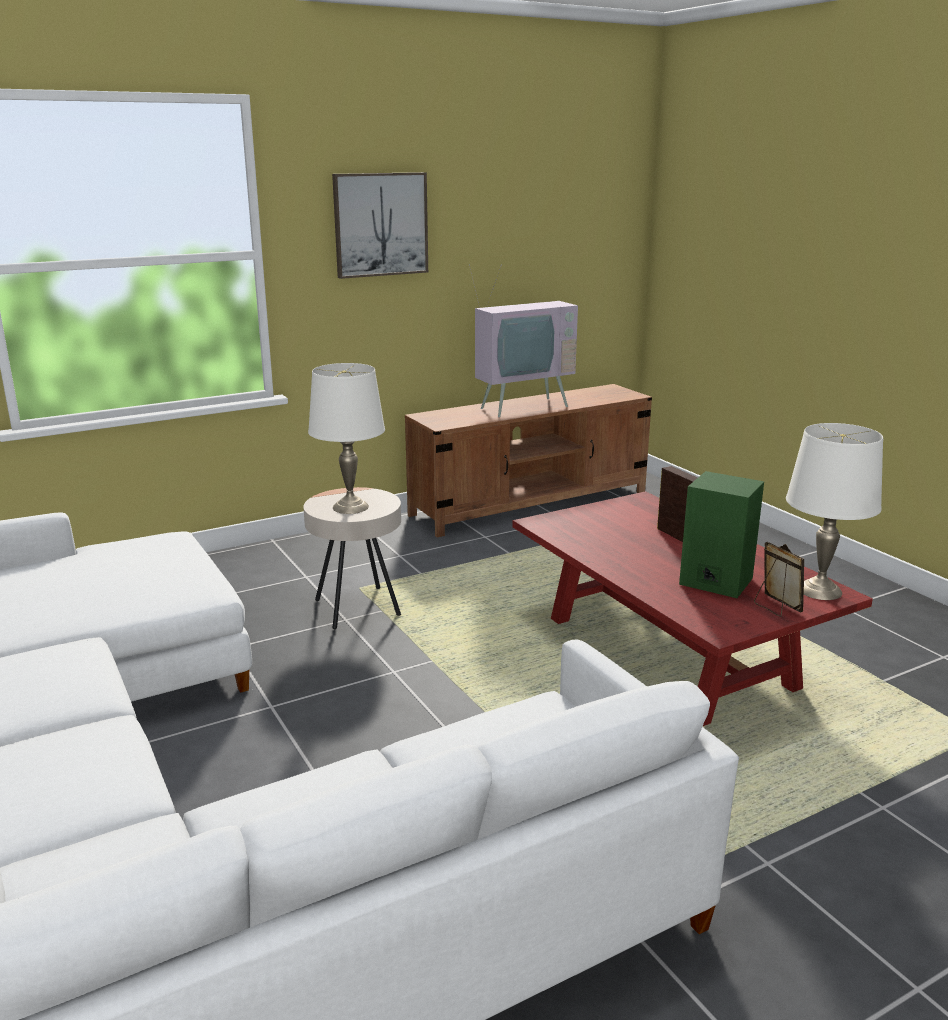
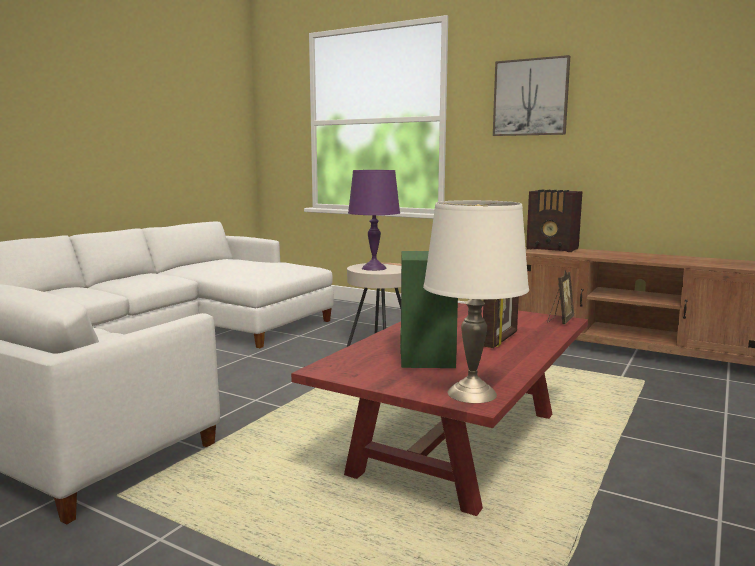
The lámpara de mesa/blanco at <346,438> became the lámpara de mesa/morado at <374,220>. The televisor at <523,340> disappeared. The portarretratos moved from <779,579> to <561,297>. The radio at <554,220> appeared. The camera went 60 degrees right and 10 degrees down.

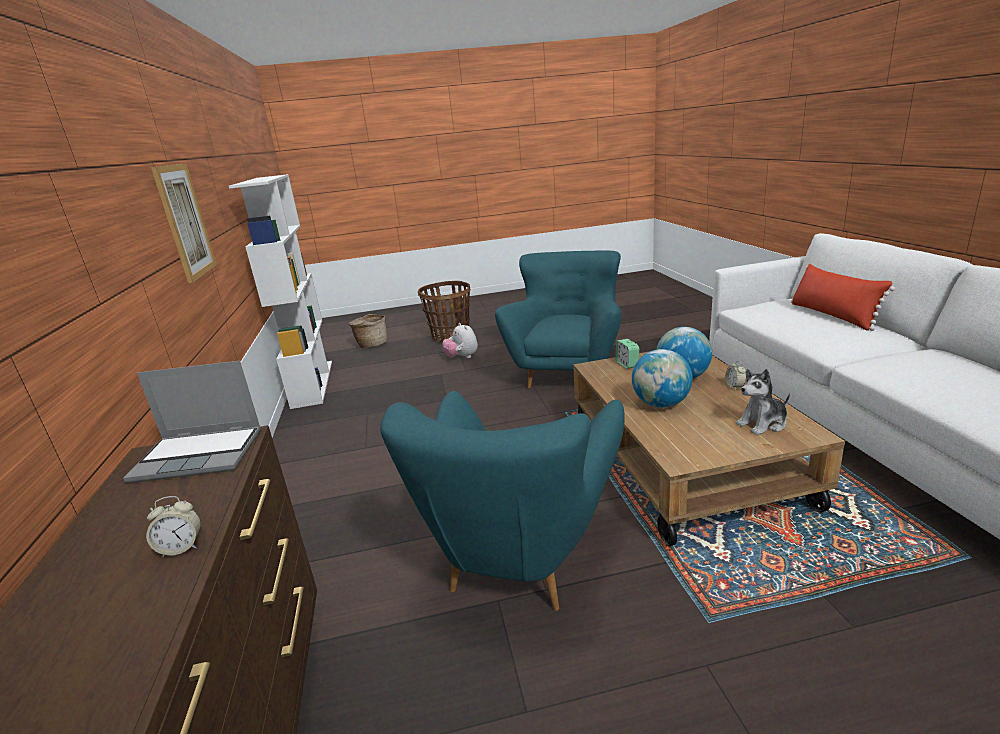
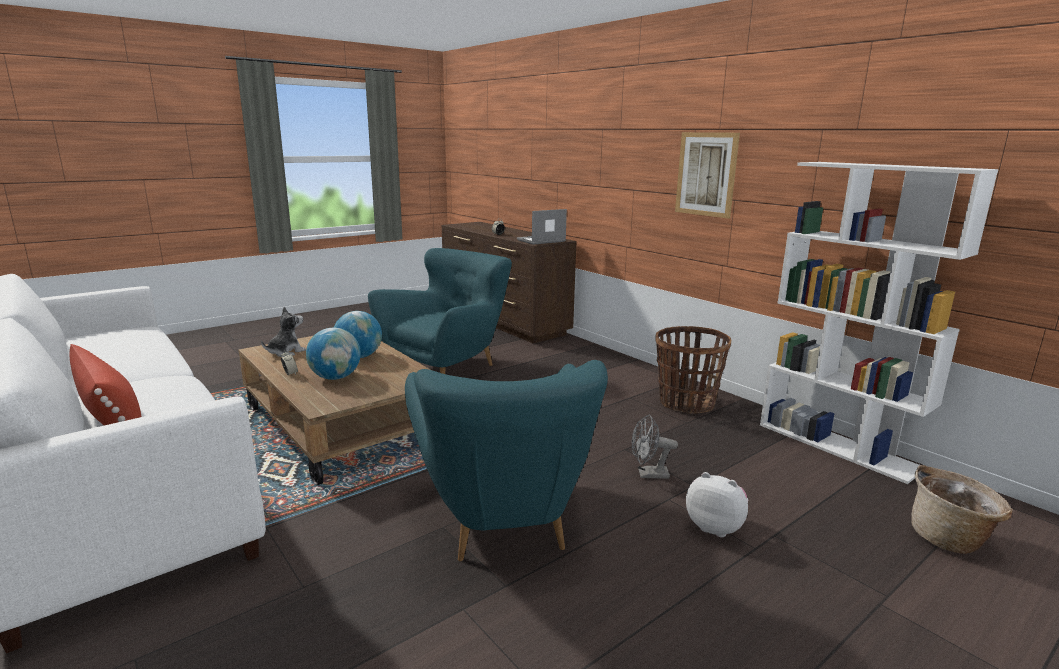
The sillón/turquesa at <502,501> turned 45 degrees clockwise. The cesta moved from <444,312> to <693,370>. The despertador at <627,354> disappeared. The ventilador/gris at <655,447> appeared. The camera went 150 degrees right and 5 degrees down.

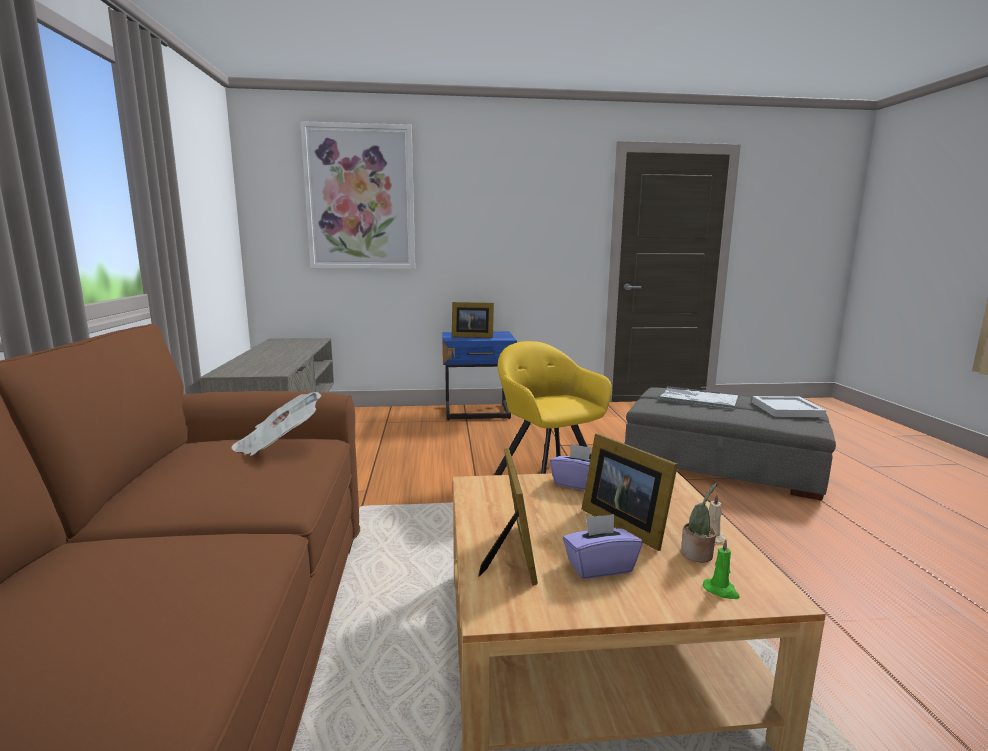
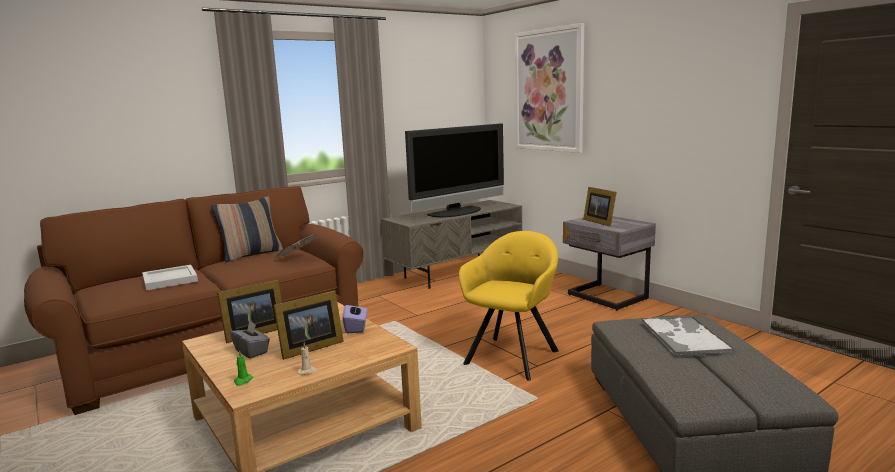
The mesita de noche/azul at <479,376> became the mesita de noche/gris at <609,263>. The caja de pañuelos/morado at <602,546> became the caja de pañuelos/gris at <250,340>. The portarretratos at <630,492> turned 150 degrees counterclockwise. The planta en maceta at <699,523> disappeared. The bandeja/blanco moved from <789,406> to <170,277>. The cojín at <247,229> appeared. The televisor at <454,170> appeared. The camera went 60 degrees right and 0 degrees up.

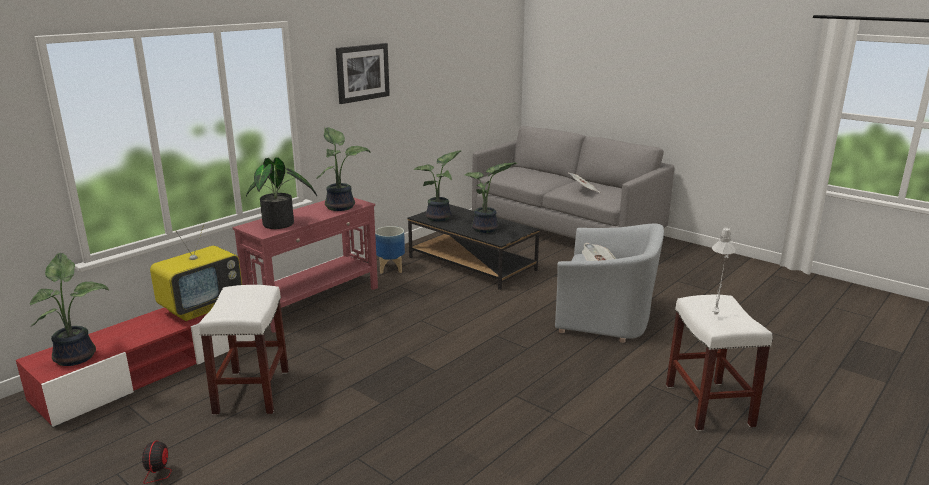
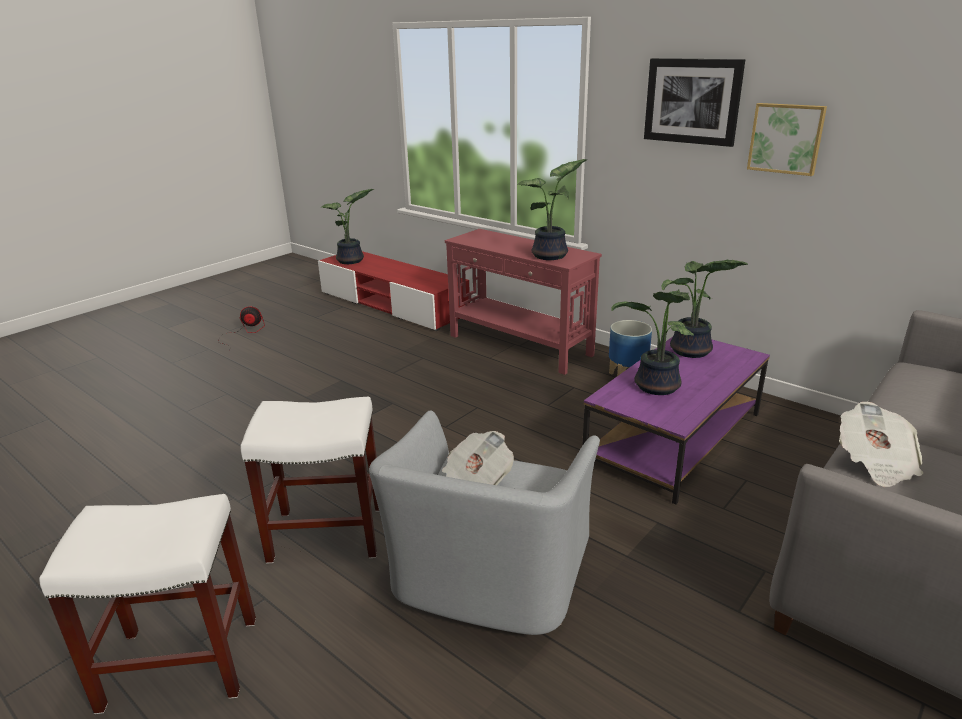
The televisor at <196,272> disappeared. The taburete/blanco moved from <244,350> to <310,480>. The planta en maceta at <281,193> disappeared. The mesa de centro/negro at <474,247> became the mesa de centro/morado at <676,421>. The lámpara de mesa/gris at <723,271> disappeared. The cuadro at <787,139> appeared. The camera went 90 degrees right and 5 degrees up.

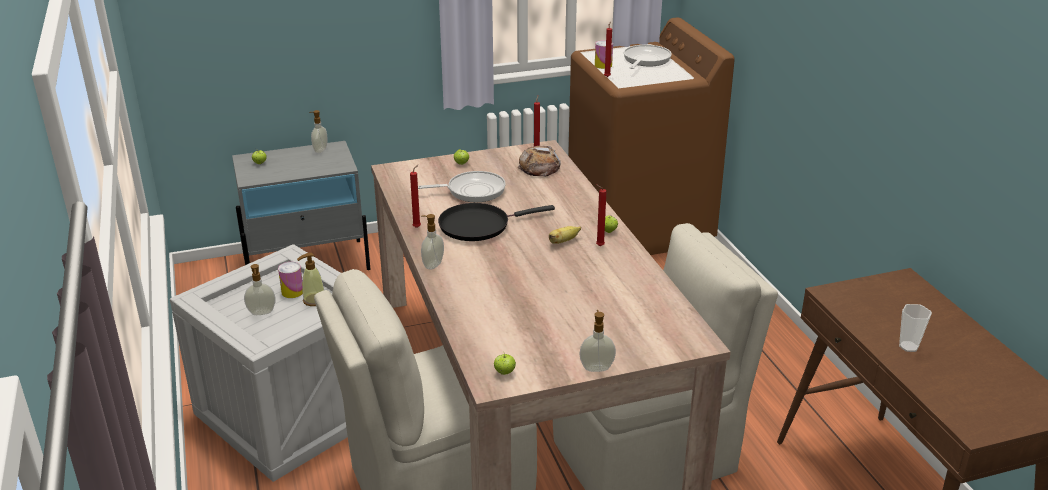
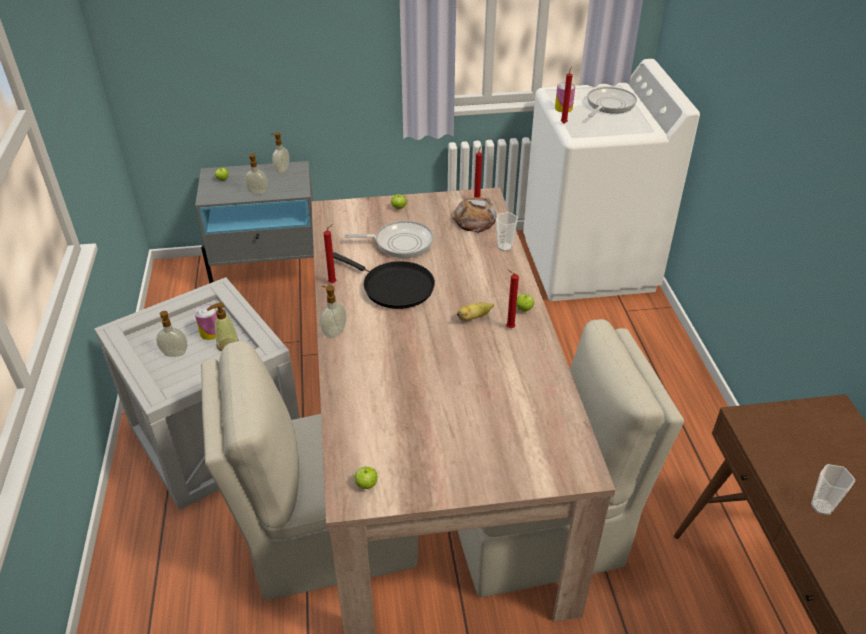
The sartén/negro at <496,222> turned 135 degrees counterclockwise. The lavadora/marrón at <651,136> became the lavadora/blanco at <611,180>. The dispensador de jabón moved from <597,341> to <256,173>. The taza at <507,231> appeared. The camera went 10 degrees right and 10 degrees up.

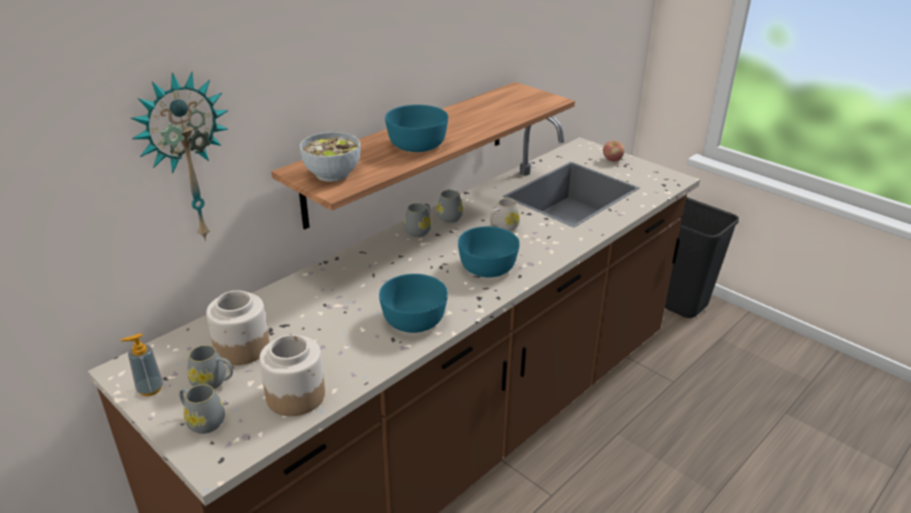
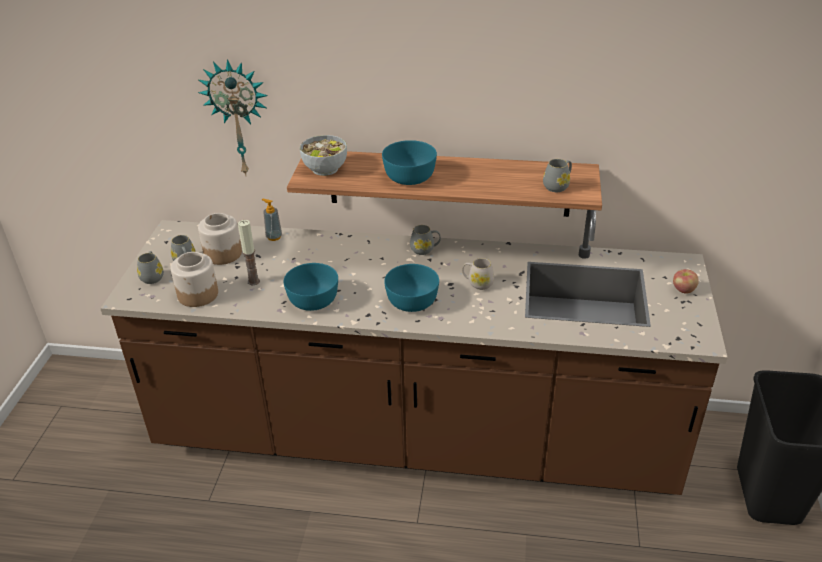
The dispensador de jabón moved from <142,364> to <271,220>. The taza grande/gris moved from <450,206> to <557,175>. The vela at <249,252> appeared. The camera went 55 degrees right and 5 degrees up.

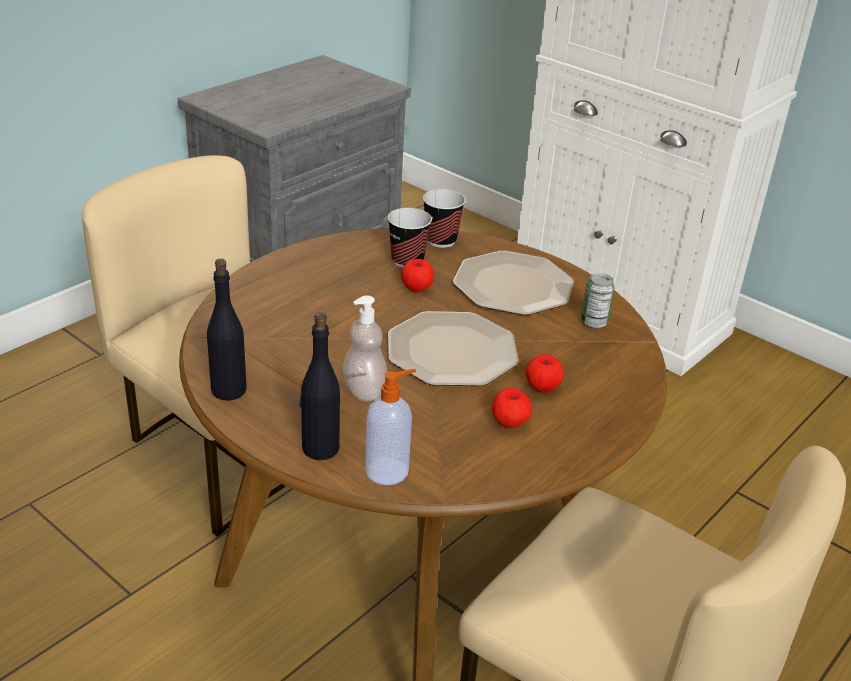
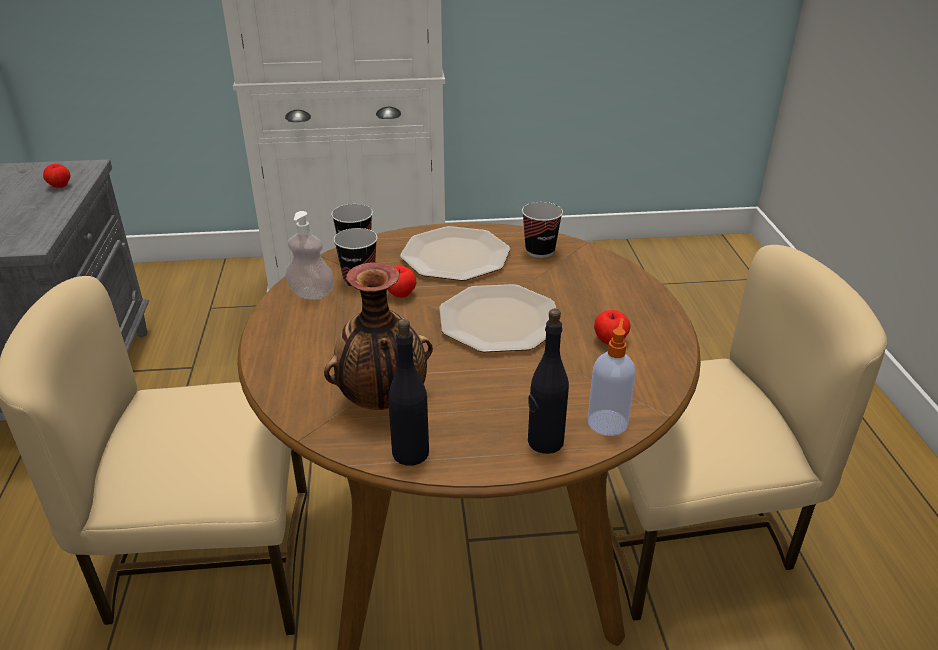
The dispensador de jabón moved from <365,348> to <309,255>. The manzana moved from <544,373> to <56,176>. The lata at <598,301> was replaced by the taza at <542,230>. The florero at <378,336> appeared. The camera went 45 degrees left and 0 degrees up.

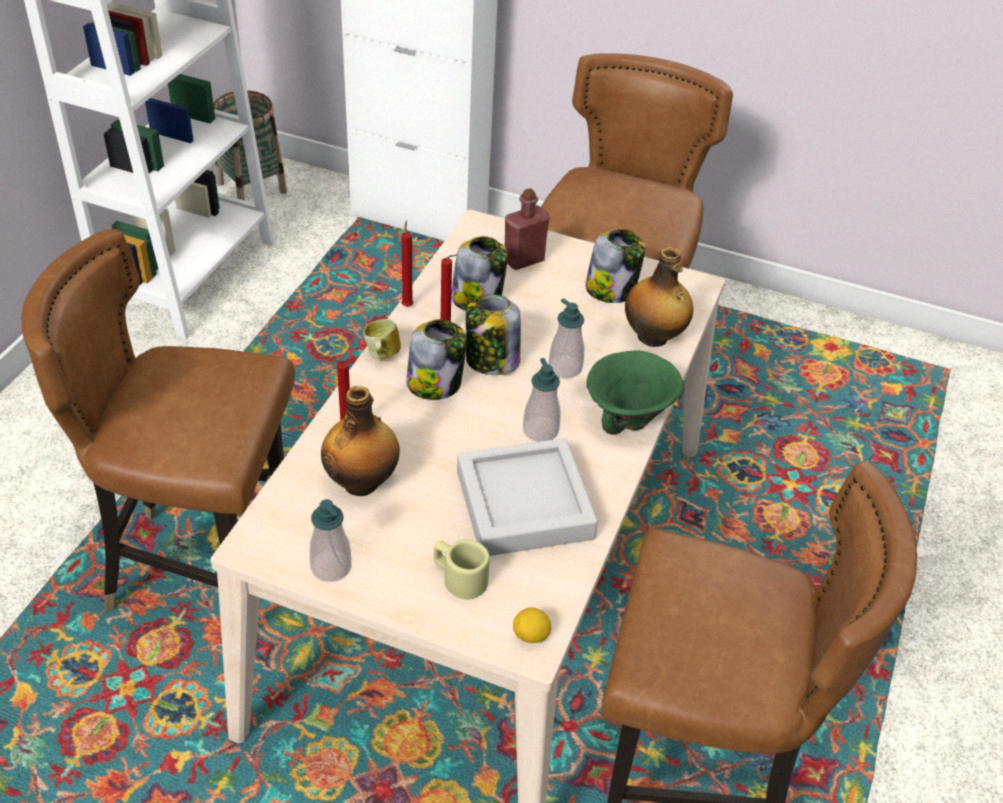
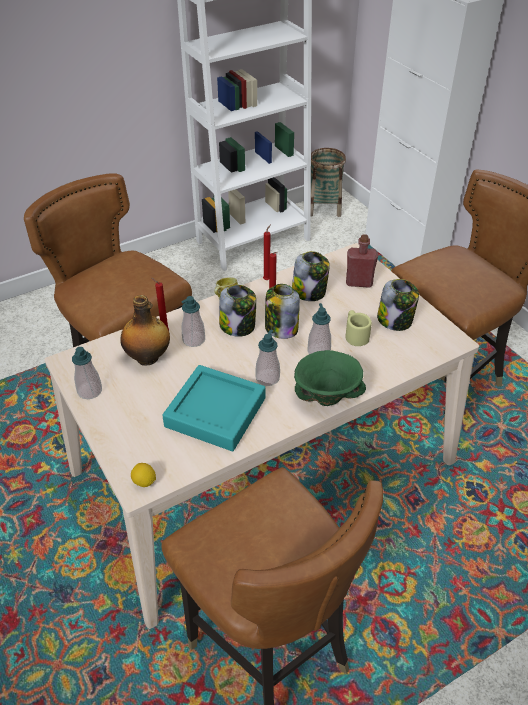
The taza grande/beis moved from <462,569> to <358,328>. The bandeja/gris at <527,497> became the bandeja/turquesa at <213,408>. The botella at <659,297> disappeared. The dispensador de jabón at <193,321> appeared. The camera went 40 degrees right and 0 degrees up.

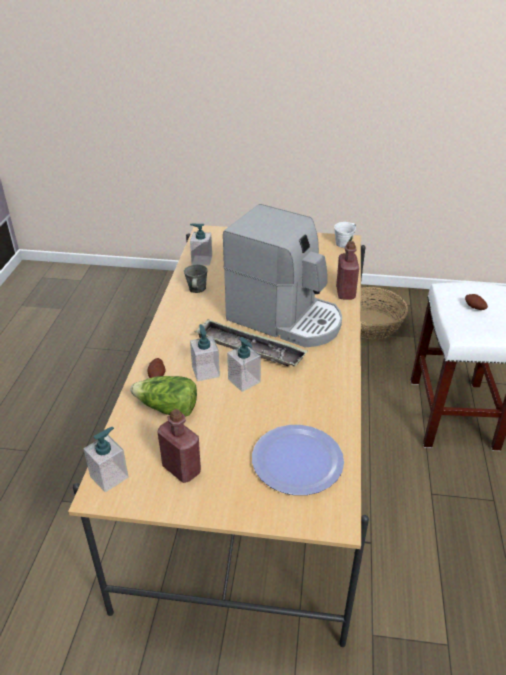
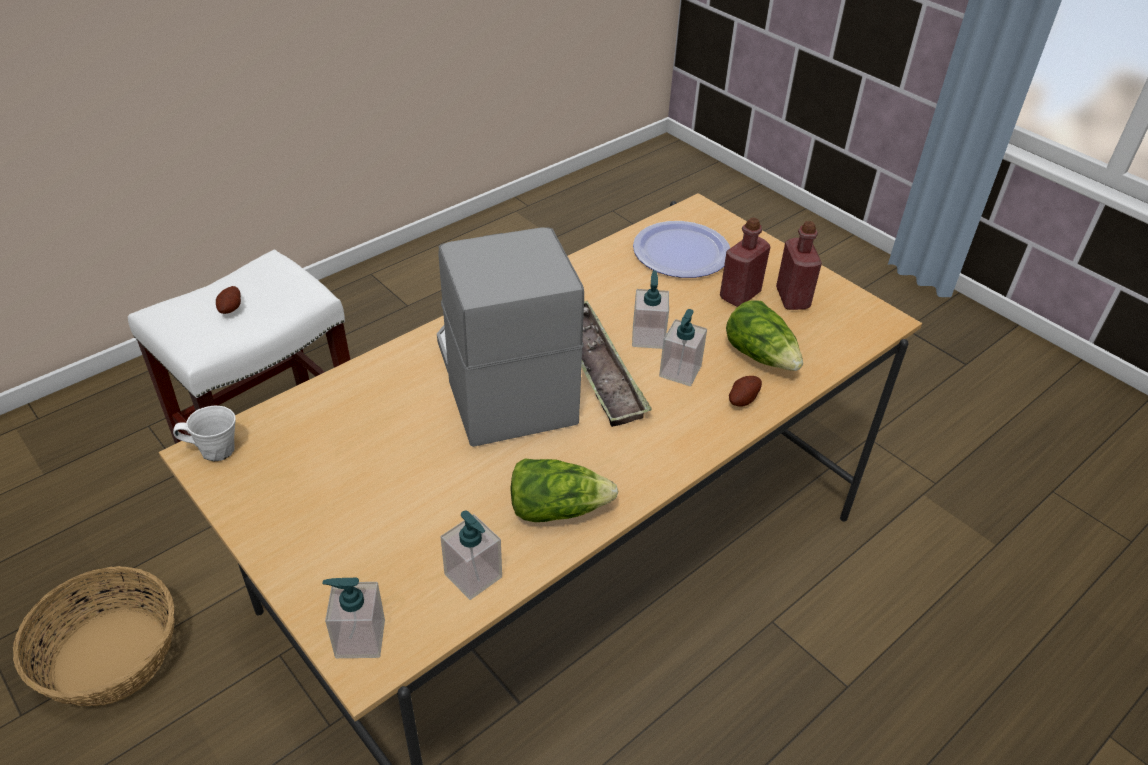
The dispensador de jabón moved from <106,459> to <353,617>. The taza grande/gris at <196,278> was replaced by the lechuga at <564,490>. The botella/rojo moved from <347,270> to <745,262>. The camera went 140 degrees left and 5 degrees up.

